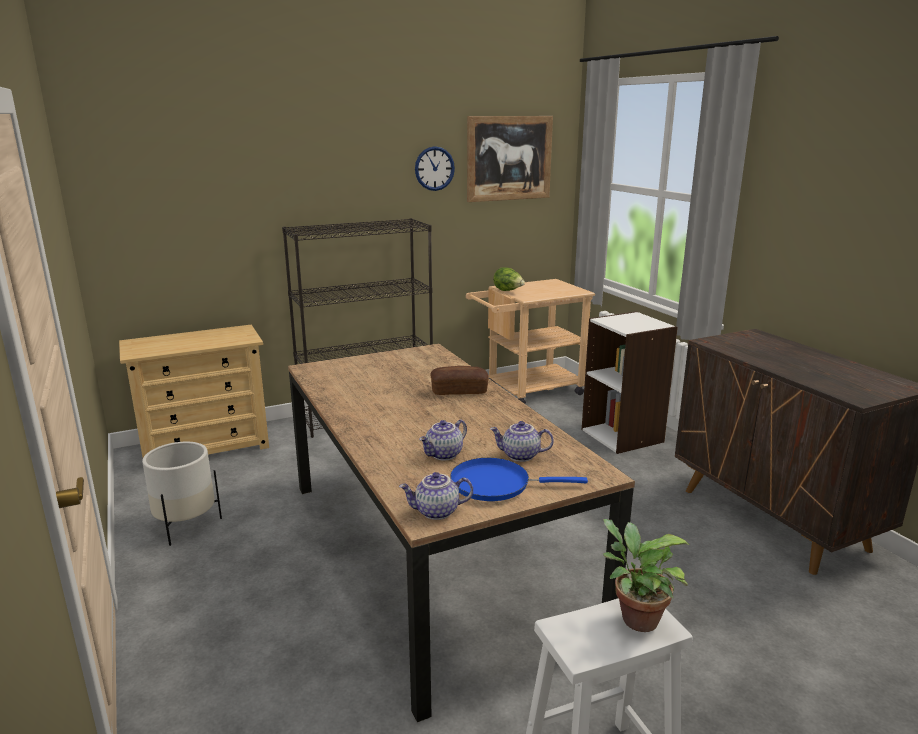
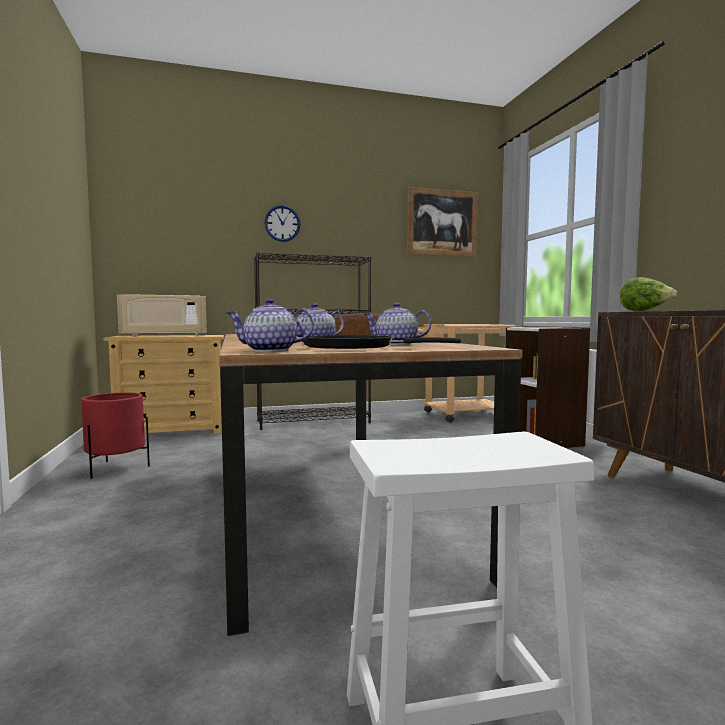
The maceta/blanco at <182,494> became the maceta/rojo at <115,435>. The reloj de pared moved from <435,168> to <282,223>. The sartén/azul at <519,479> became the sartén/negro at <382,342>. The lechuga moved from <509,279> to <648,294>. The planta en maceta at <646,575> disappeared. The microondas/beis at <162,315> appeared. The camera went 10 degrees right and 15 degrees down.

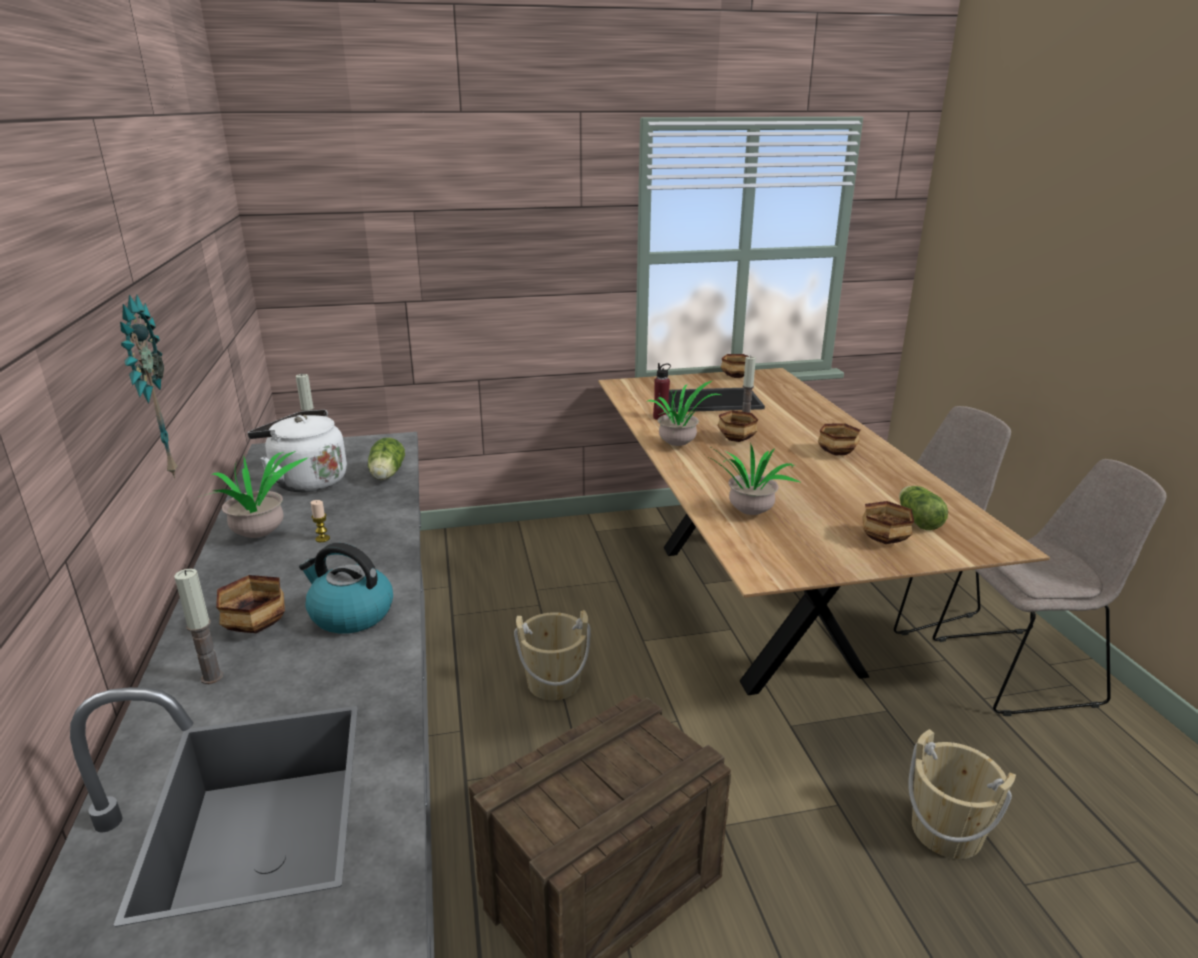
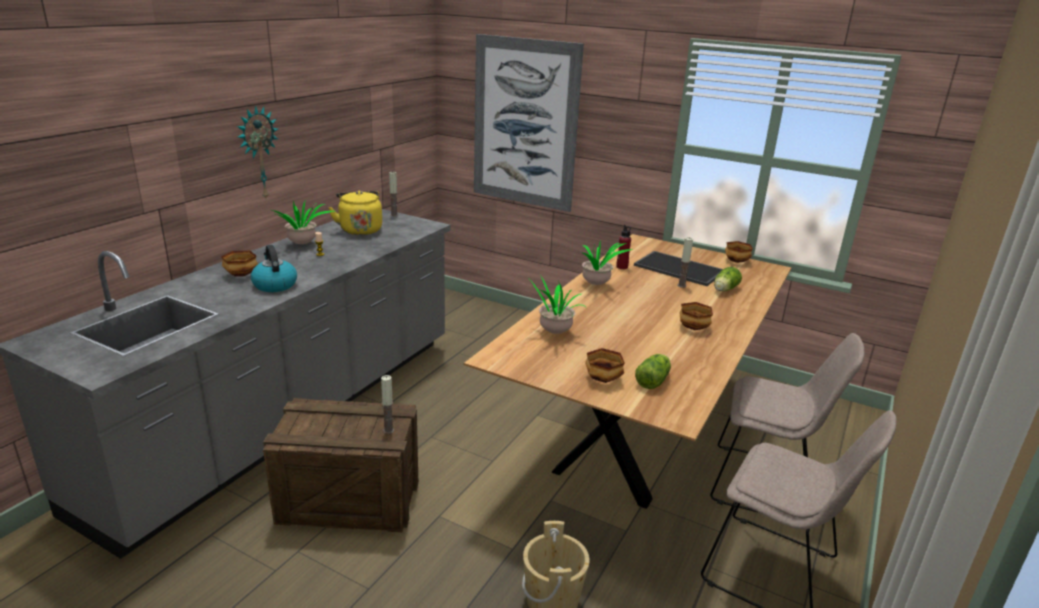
The vela moved from <199,626> to <387,404>. The hervidor/blanco at <297,451> became the hervidor/amarillo at <355,212>. The lechuga moved from <386,459> to <728,279>. The cubo/beis at <552,655> disappeared. The cuenco at <737,426> disappeared. The cuadro at <529,123> appeared. The camera went 40 degrees right and 0 degrees up.

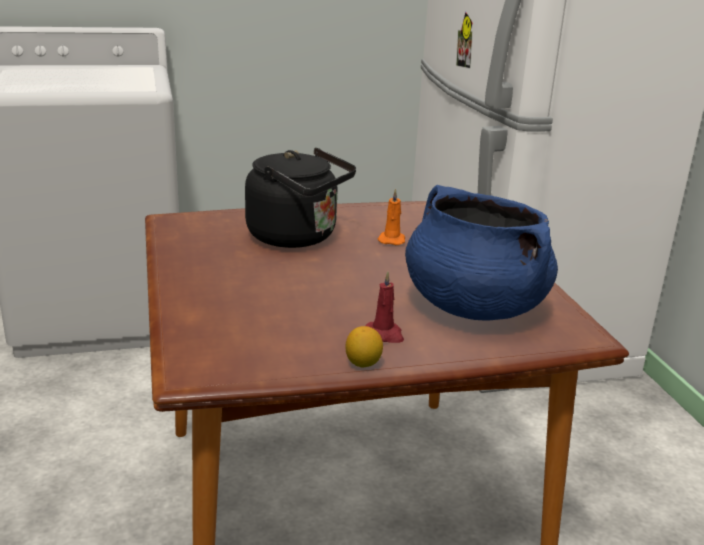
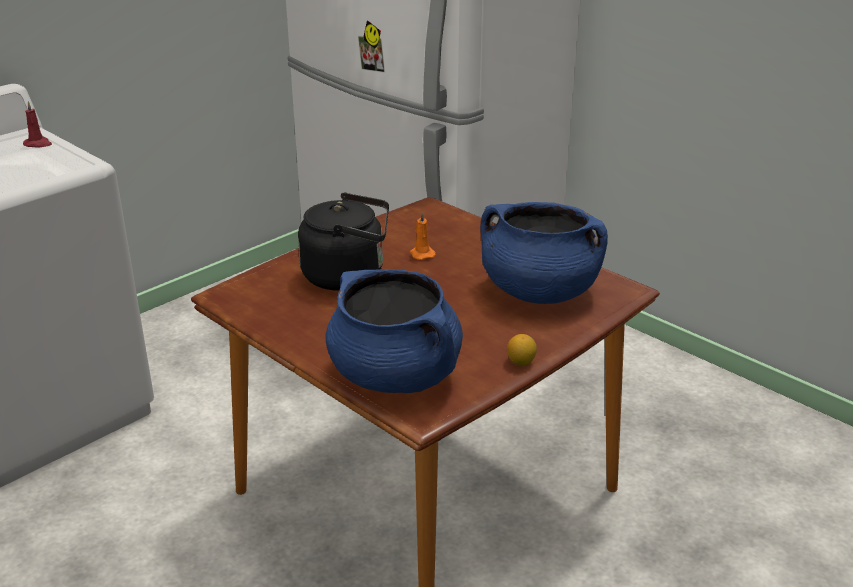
The vela/rojo moved from <384,307> to <37,124>. The olla/azul at <394,331> appeared. The camera went 30 degrees left and 5 degrees up.

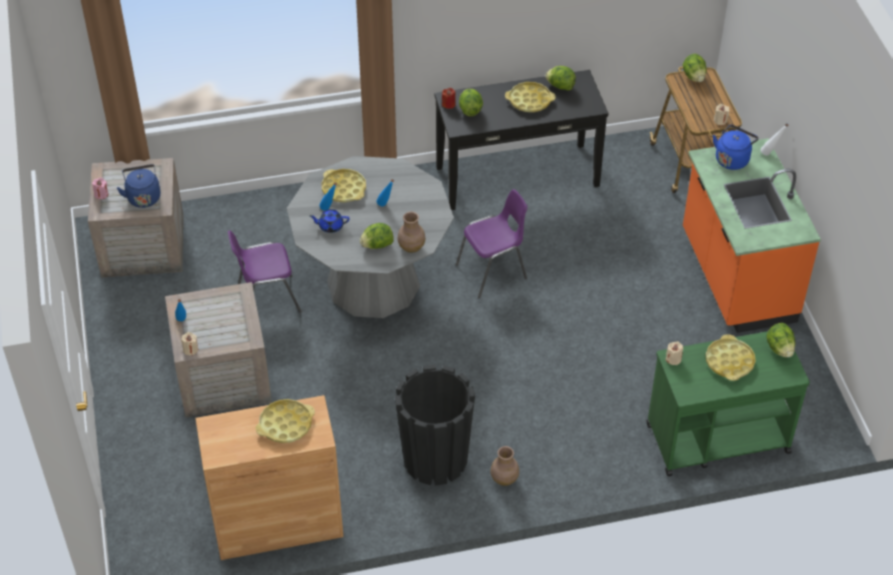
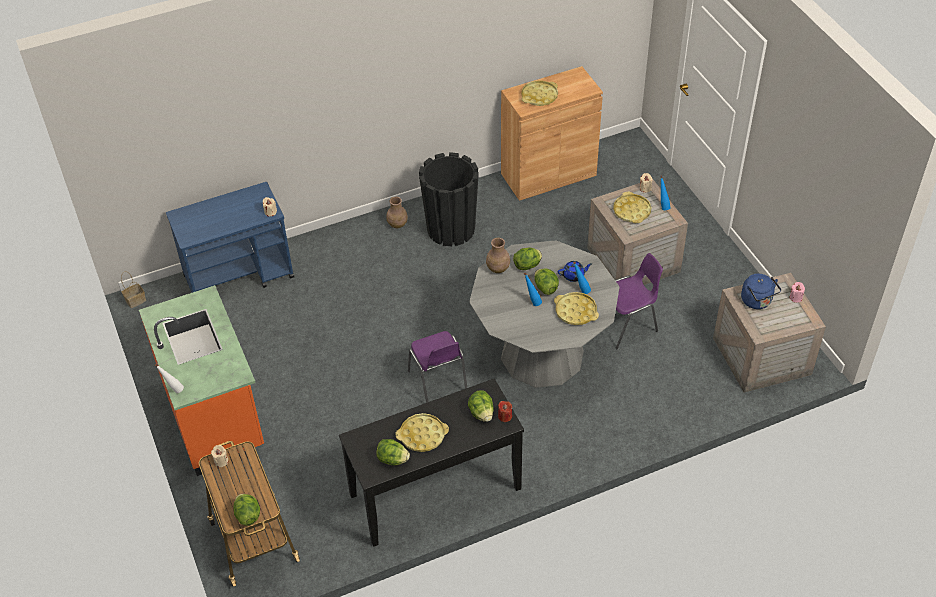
The silla/morado at <492,243> turned 75 degrees counterclockwise. The carrito/verde at <728,403> became the carrito/azul at <230,237>. The bandeja/amarillo moved from <731,357> to <632,207>. The hervidor/azul at <736,147> disappeared. The lechuga moved from <781,340> to <546,281>. The cesta at <133,289> appeared. The camera went 170 degrees right and 0 degrees up.

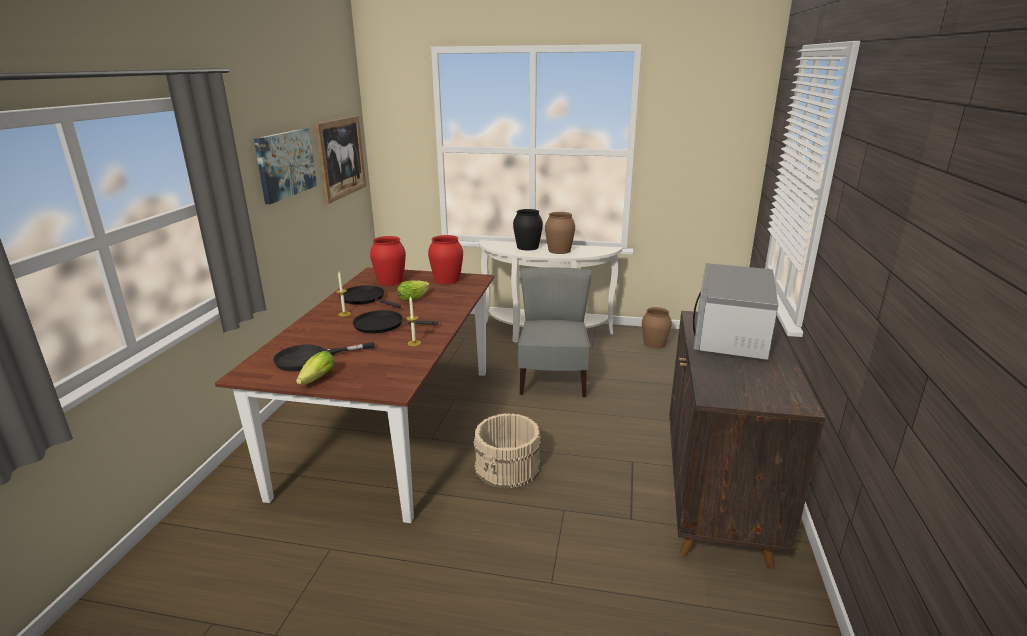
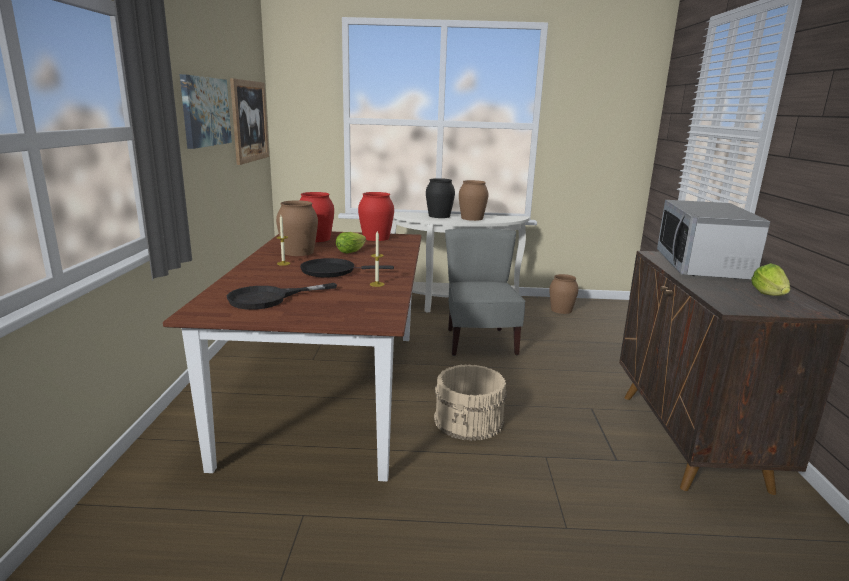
The lechuga moved from <315,368> to <770,279>. The sartén/negro at <370,296> was replaced by the florero/marrón at <297,228>. The camera went 10 degrees left and 5 degrees down.

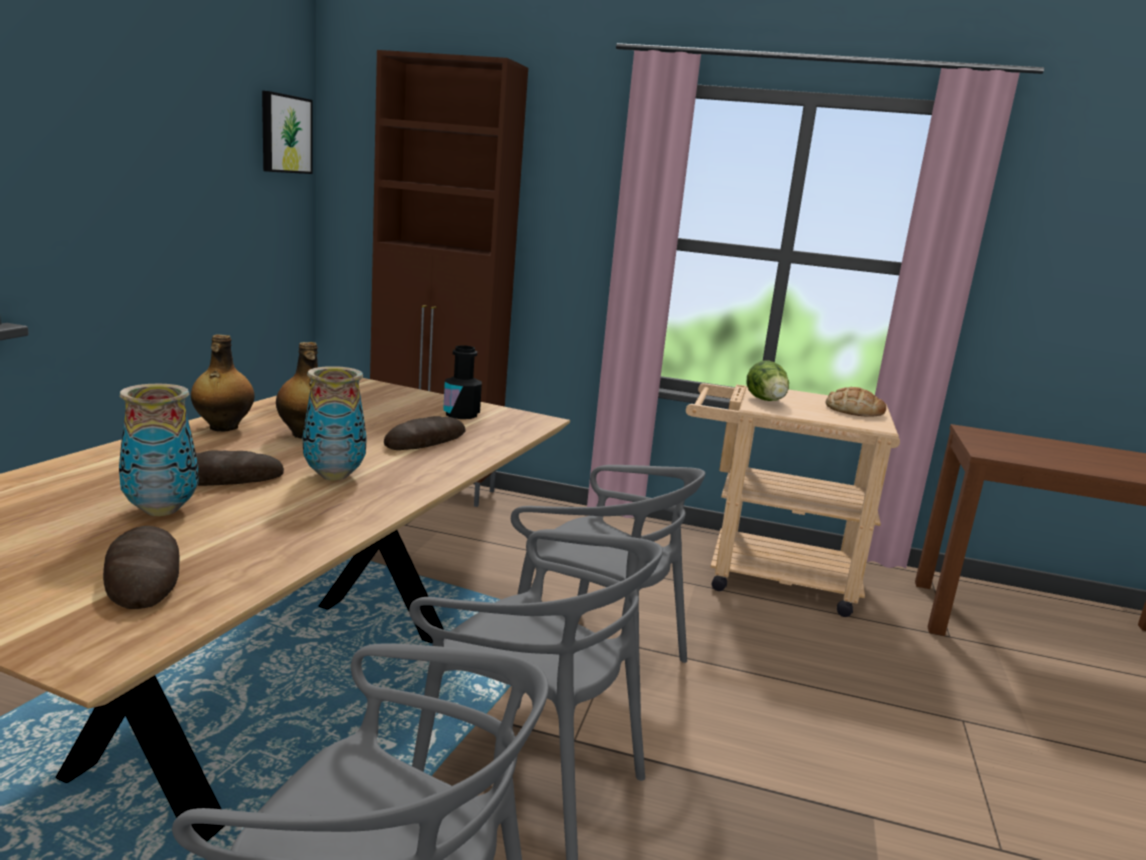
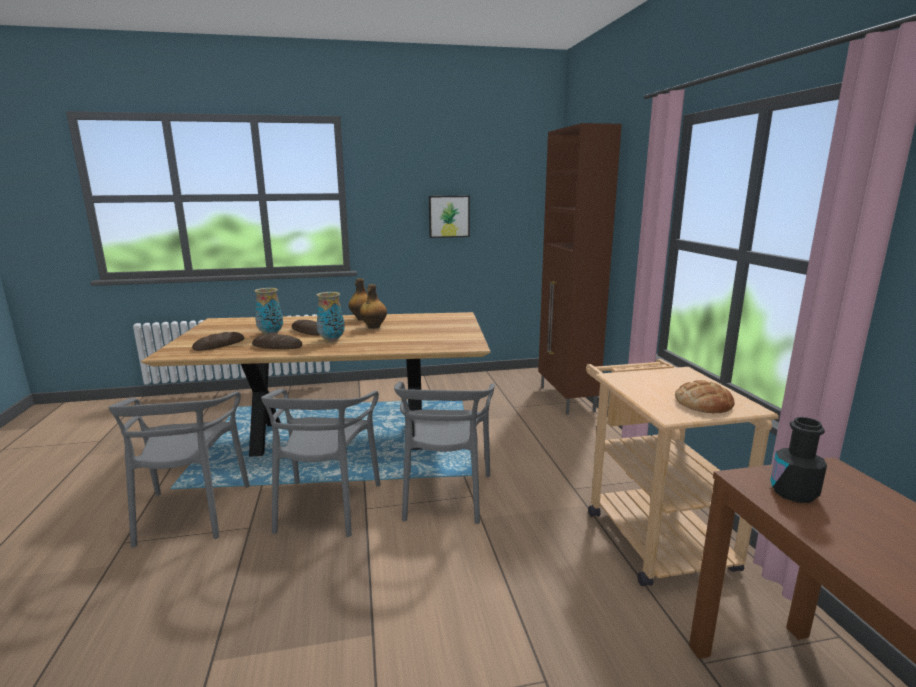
The cuadro moved from <287,132> to <449,217>. The pan moved from <425,433> to <277,341>. The botella/negro moved from <462,382> to <798,460>. The lechuga at <767,380> disappeared. The camera went 65 degrees right and 0 degrees up.

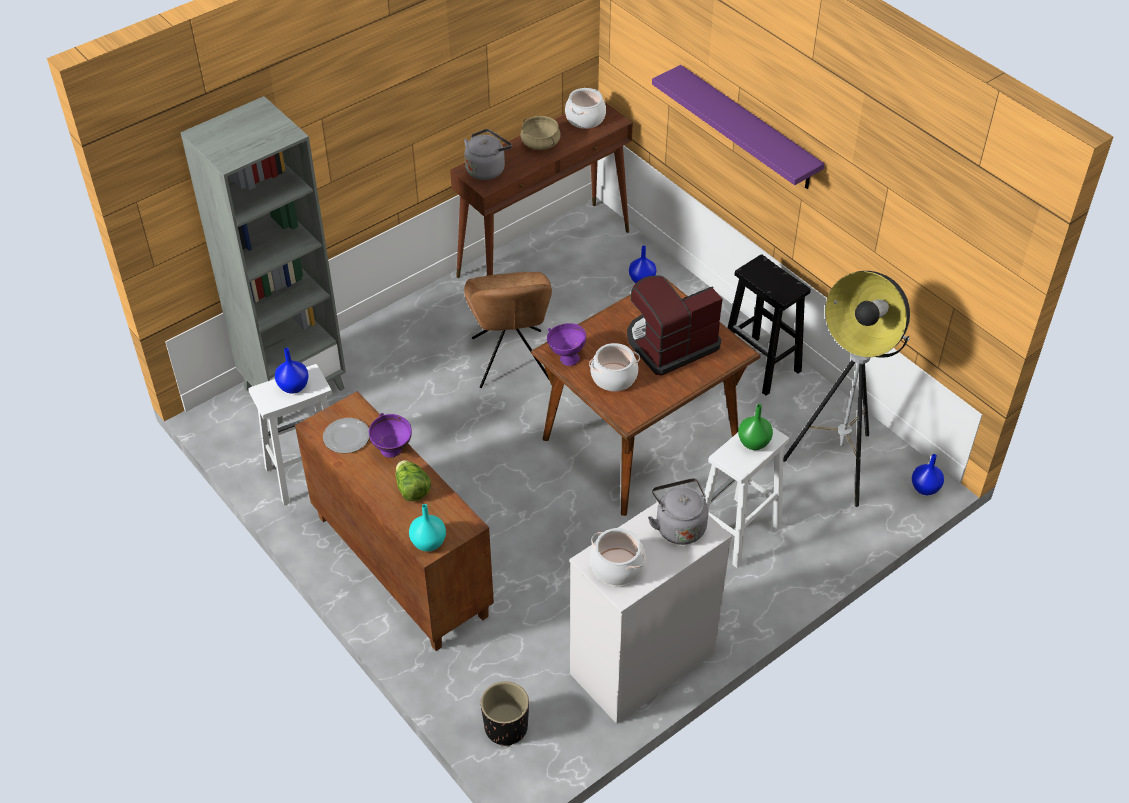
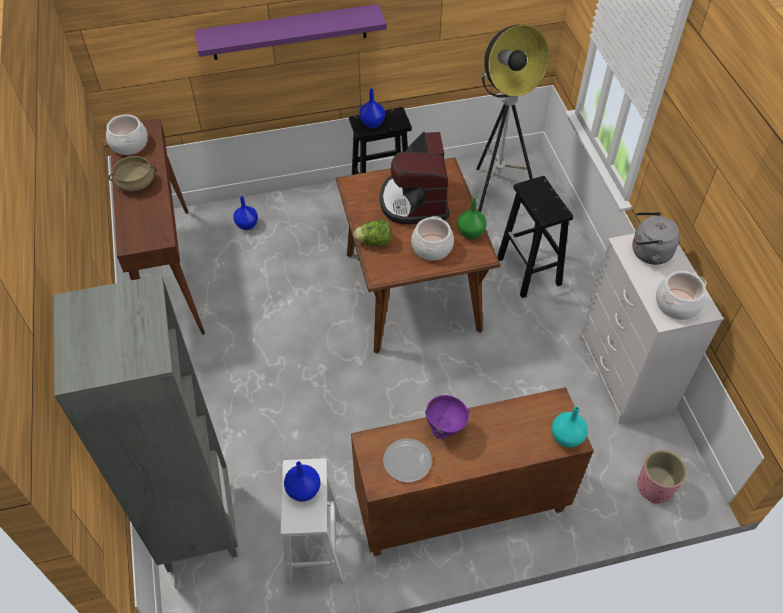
The lechuga moved from <413,480> to <372,233>. The hervidor/gris at <488,154> disappeared. The silla/marrón at <508,330> disappeared. The maceta/negro at <505,713> became the maceta/rosa at <662,476>. The cuenco/morado at <566,344> disappeared. The taburete/blanco at <746,497> became the taburete/negro at <535,237>. The florero/verde moved from <755,427> to <472,218>. The florero/azul moved from <928,474> to <372,108>. The camera went 65 degrees left and 5 degrees up.

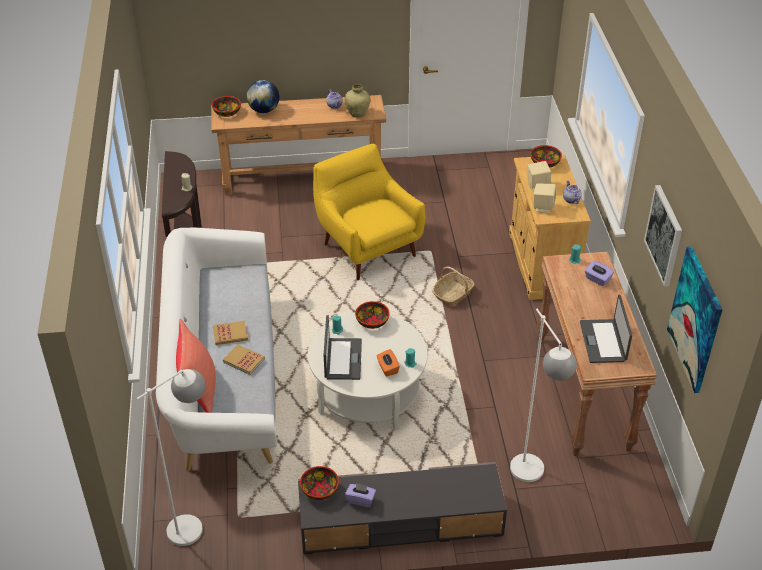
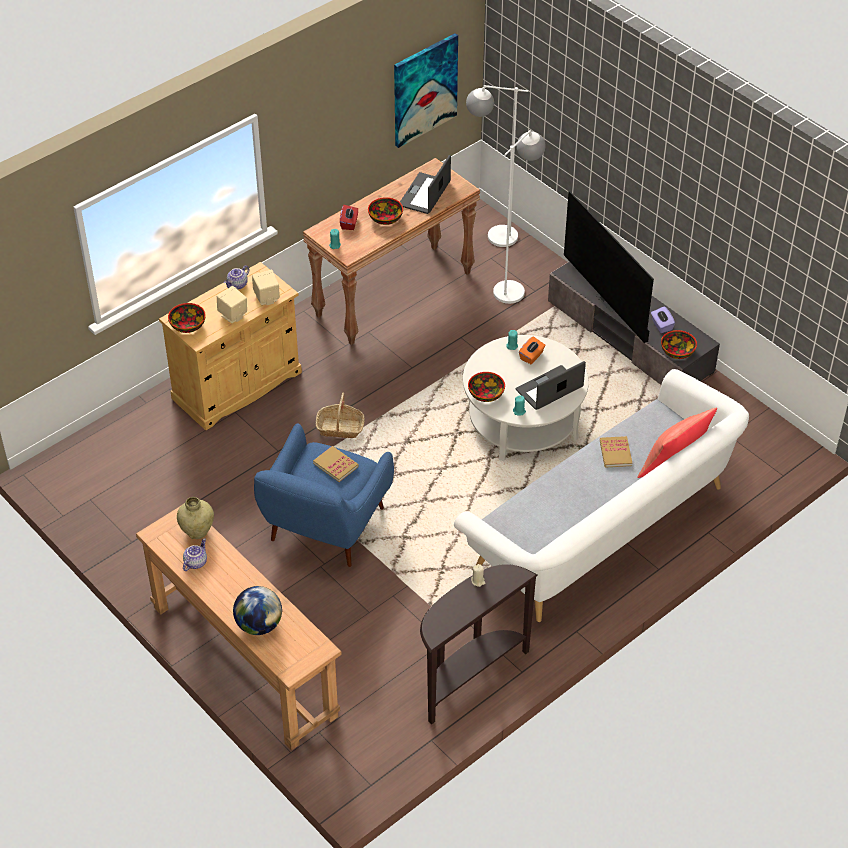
The lámpara de pie/blanco moved from <171,457> to <497,166>. The cuenco moved from <226,106> to <385,211>. The libro moved from <230,333> to <336,464>. The sillón/amarillo at <369,212> became the sillón/azul at <324,495>. The portátil at <606,329> turned 150 degrees clockwise. The caja de pañuelos/morado at <599,273> became the caja de pañuelos/rojo at <349,217>. The cuadro at <663,235> disappeared. The televisor at <609,267> appeared. The camera went 125 degrees left and 5 degrees up.

